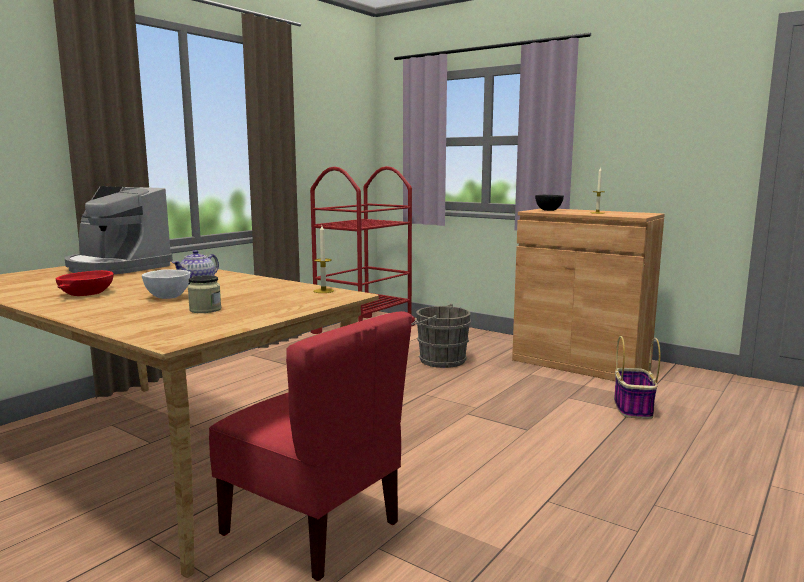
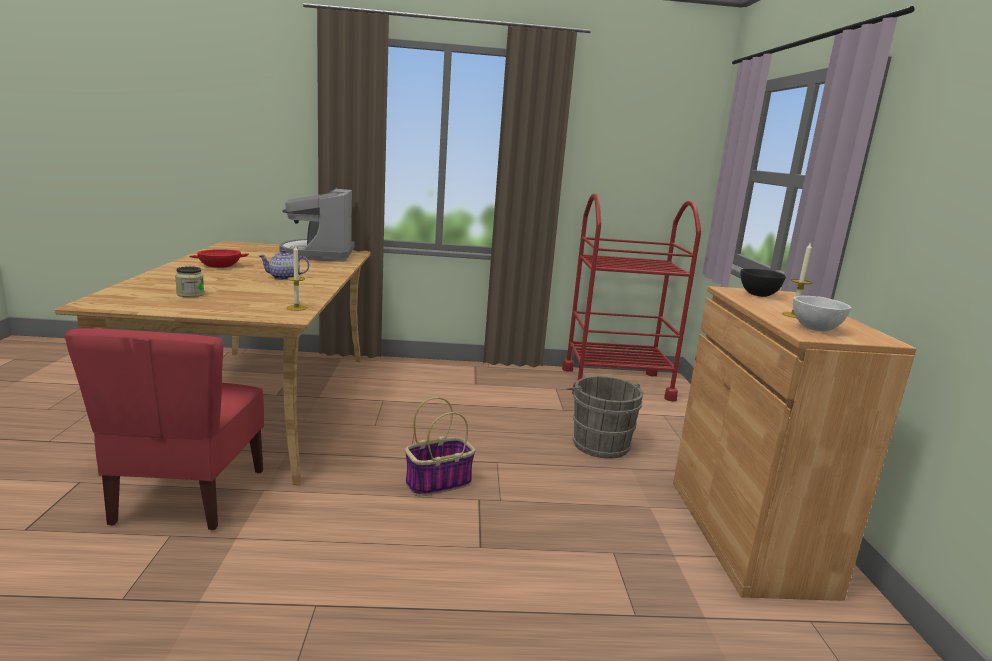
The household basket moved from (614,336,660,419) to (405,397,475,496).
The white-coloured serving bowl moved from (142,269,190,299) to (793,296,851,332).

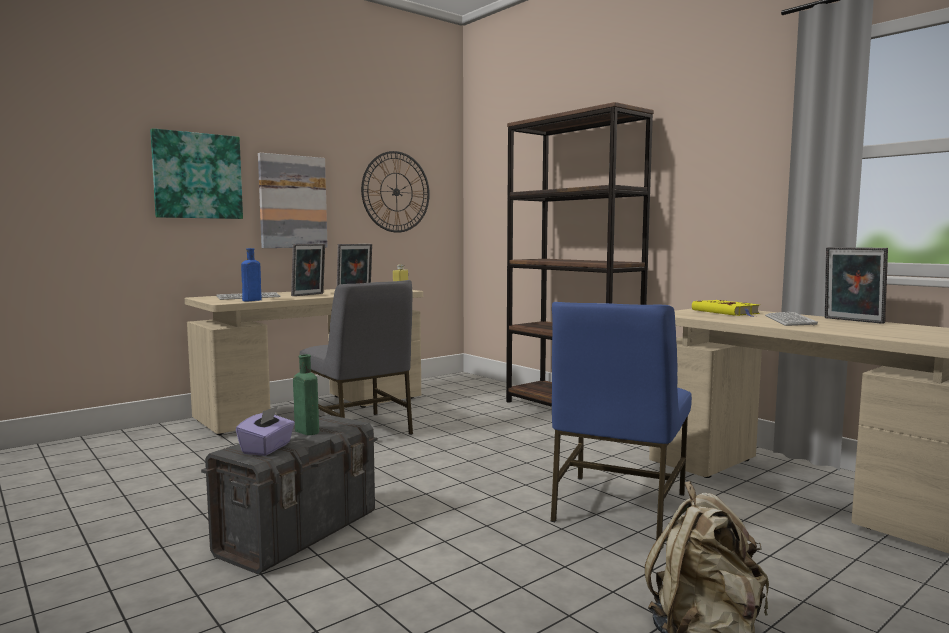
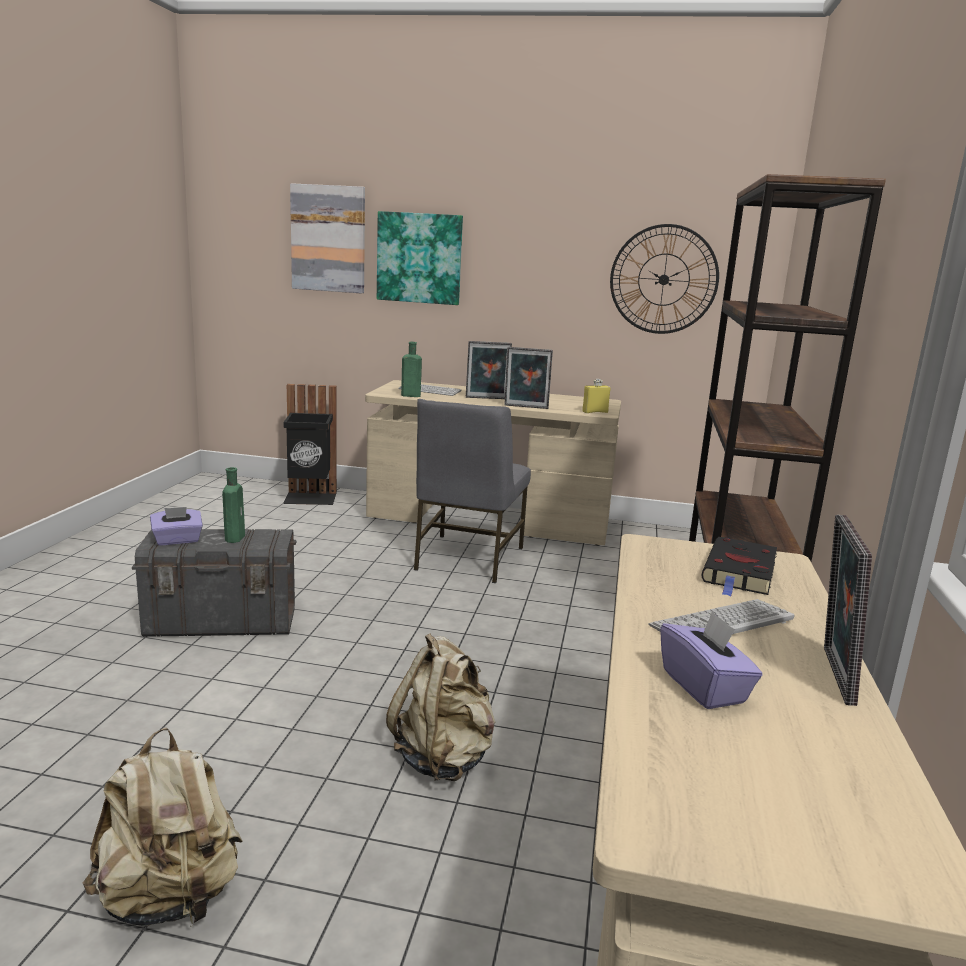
The black trash can at (283,384,337,505) appeared.
The picture moved from (258,153,328,248) to (290,183,365,293).
The blue-coloured chair at (551,302,692,541) was replaced by the sand-coloured backpack at (386,633,496,781).
The blue-coloured drink bottle at (241,248,261,301) became the green drink bottle at (401,342,422,397).
The purplish tissue box at (660,611,763,709) appeared.
The yellow bound book at (692,300,760,317) became the black bound book at (702,537,777,597).

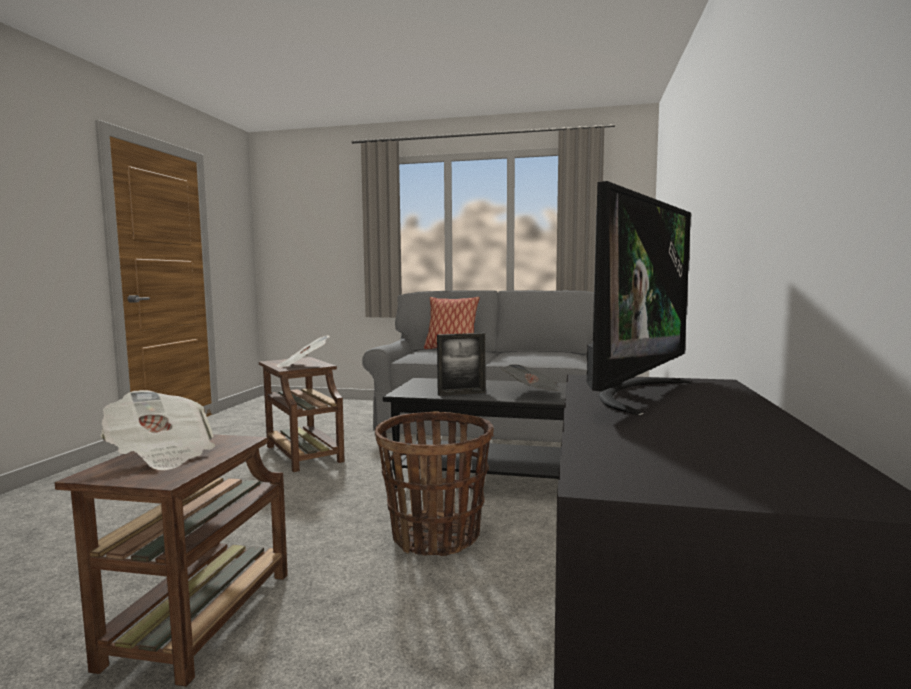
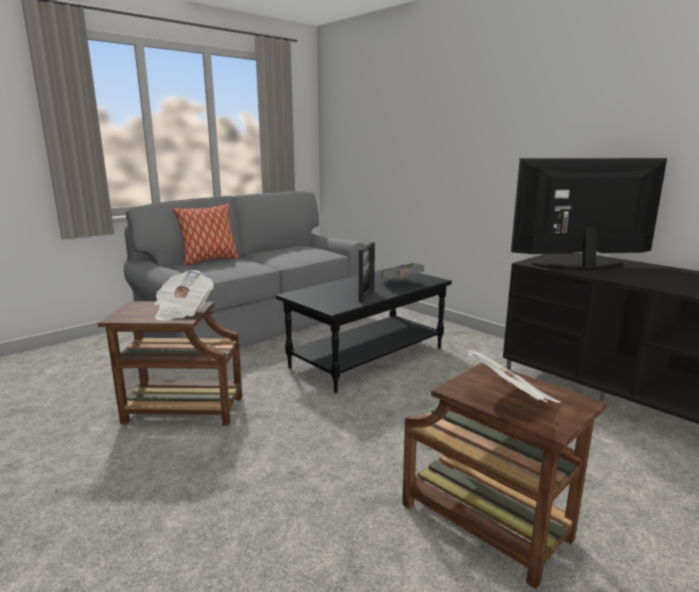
The TV at (587,181,691,415) turned 75 degrees counterclockwise.
The household basket at (375,412,494,556) disappeared.

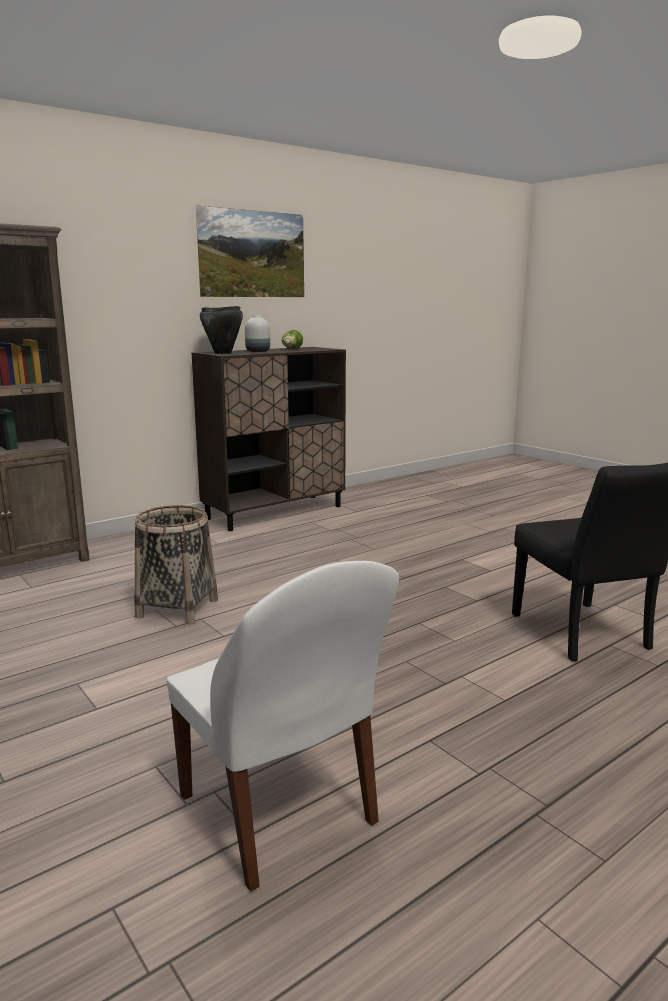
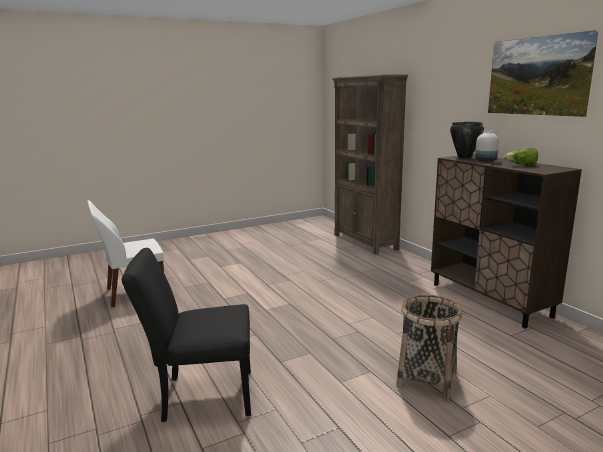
The household basket moved from (135,505,218,625) to (396,295,462,399).

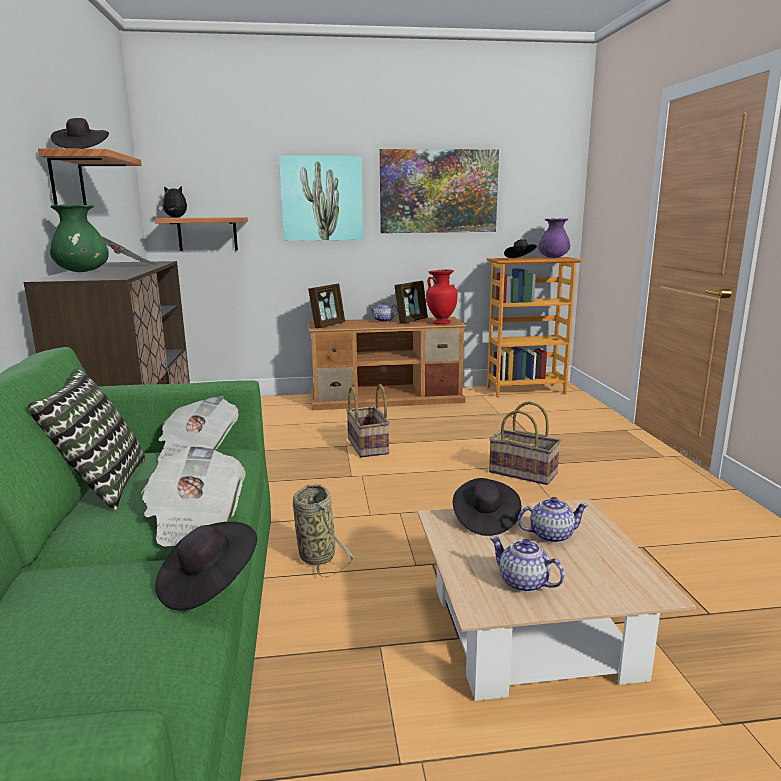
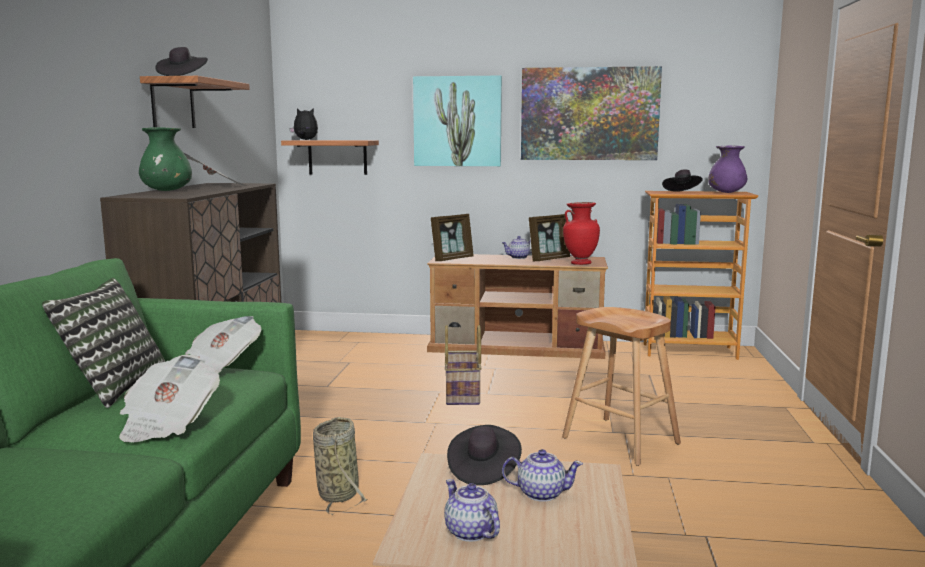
The household basket at (489,401,561,485) was replaced by the brownish stool at (562,307,681,466).
The black clothing hat at (155,522,257,611) disappeared.

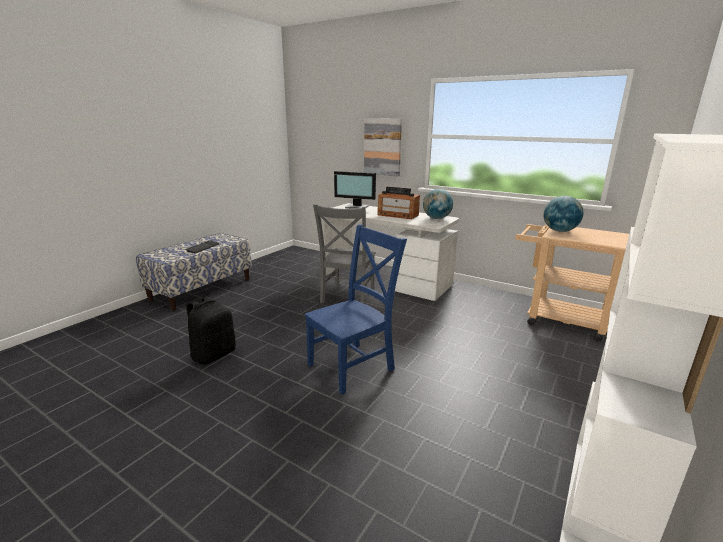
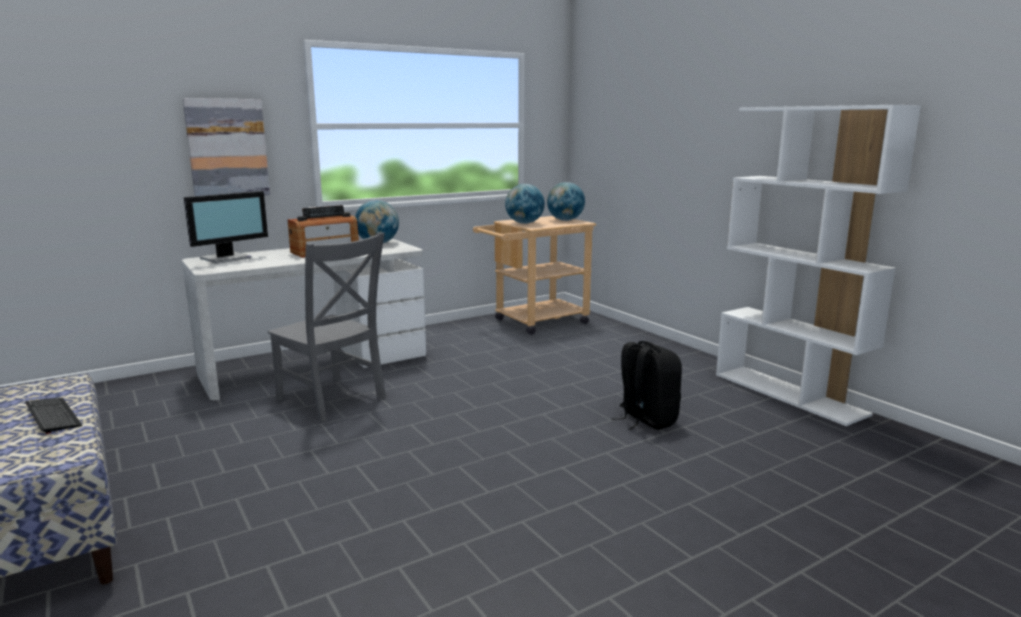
The desk globe at (547,182,585,221) appeared.
The black backpack moved from (187,296,236,365) to (612,341,682,430).
The blue-coloured chair at (304,224,407,394) disappeared.

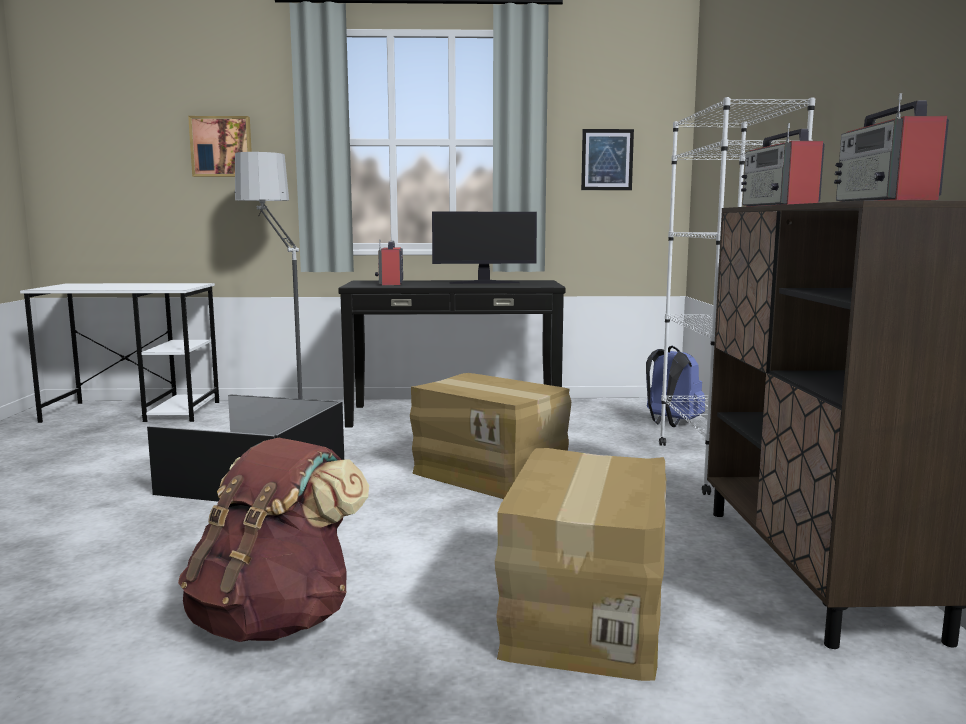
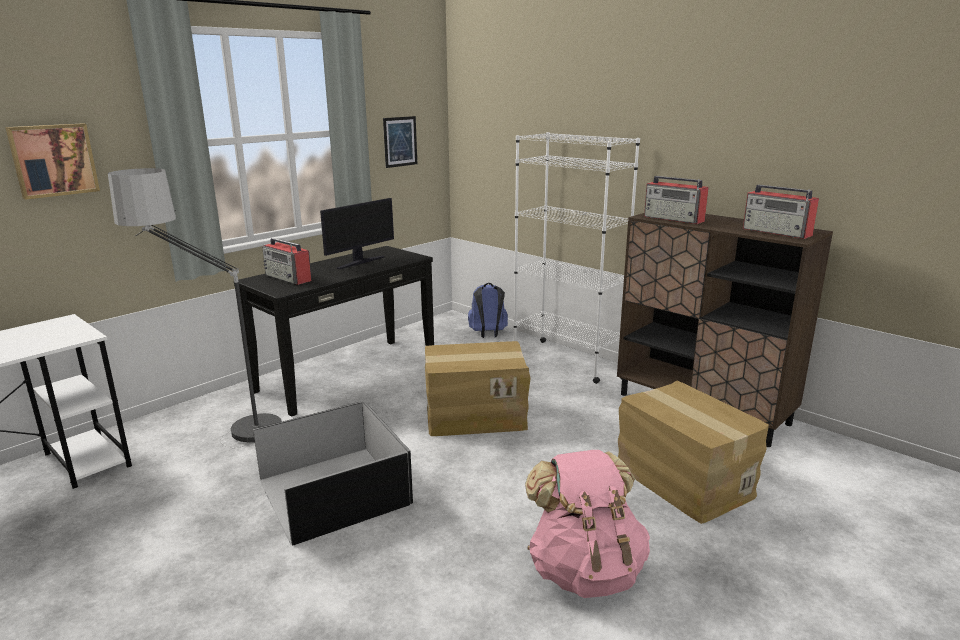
The brownish backpack at (178,438,369,642) became the pink-coloured backpack at (525,450,650,598).

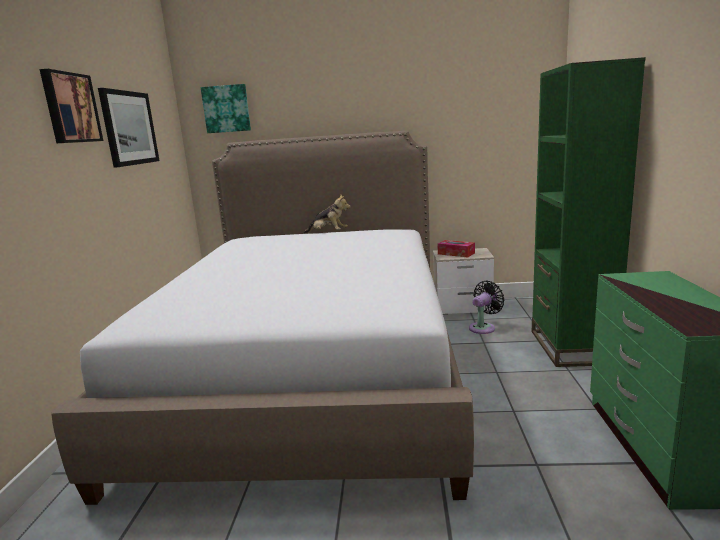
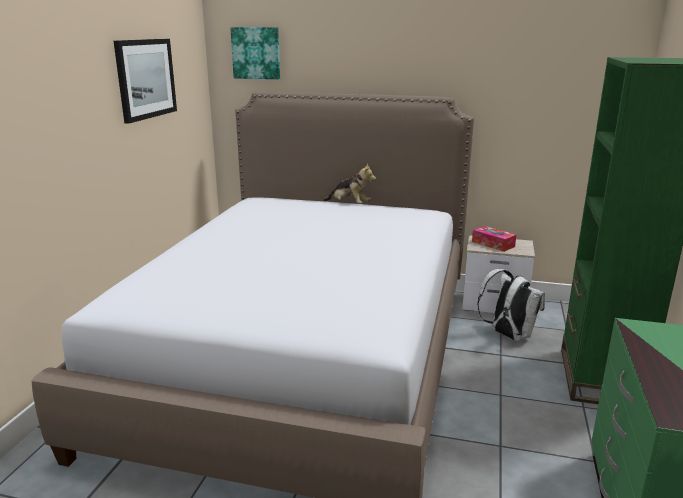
The black fan at (469,280,505,334) was replaced by the white-coloured backpack at (477,269,545,341).
The picture at (40,69,103,143) disappeared.

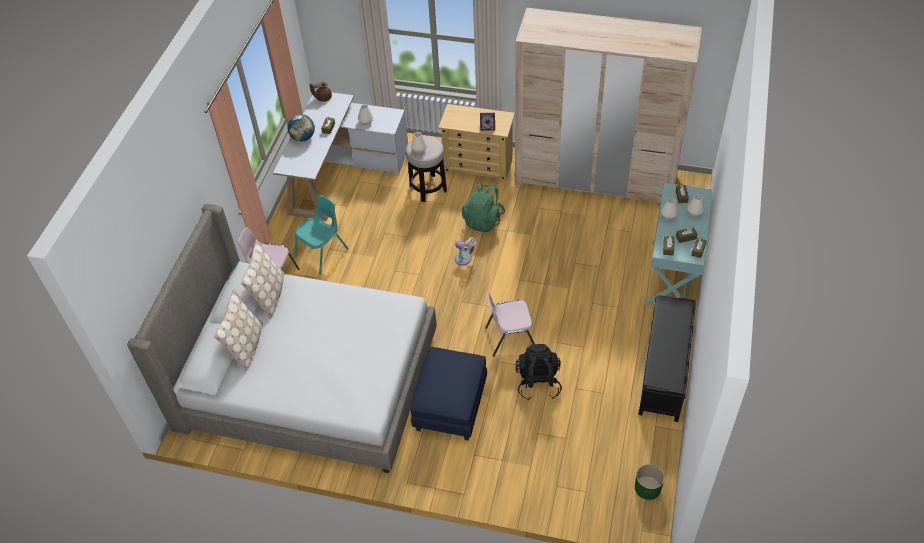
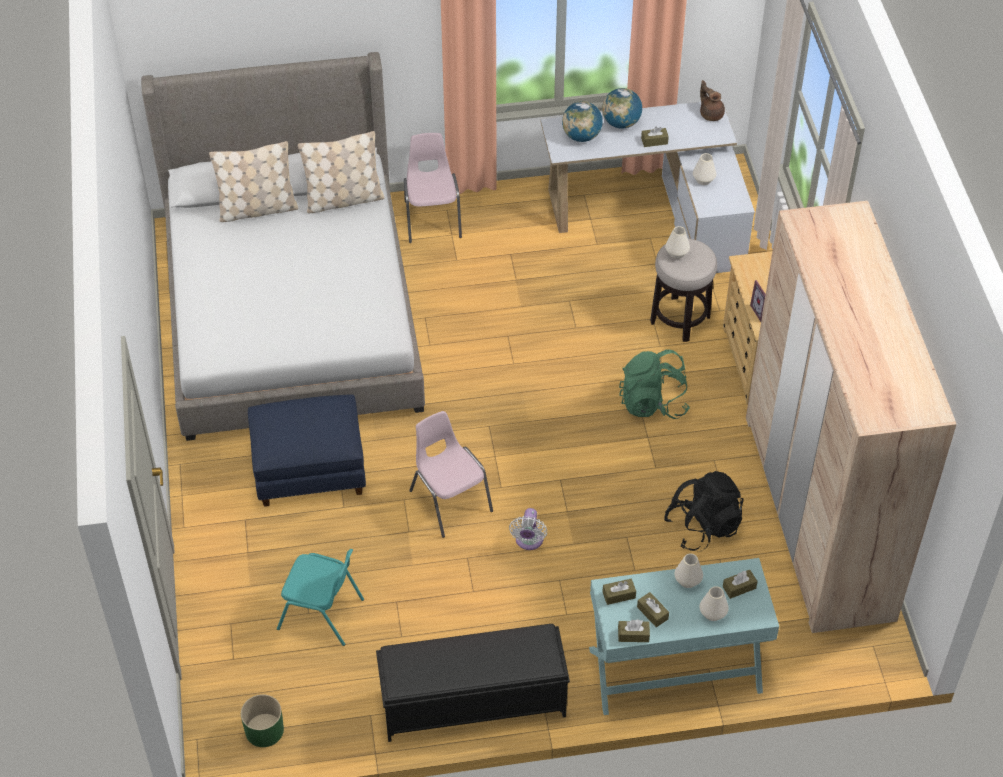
The turquoise chair moved from (295,195,348,274) to (277,549,364,646).
The white-coloured fan moved from (455,238,477,265) to (509,508,547,550).
The desk globe at (562,101,603,142) appeared.
The black backpack moved from (516,344,562,400) to (664,471,743,551).

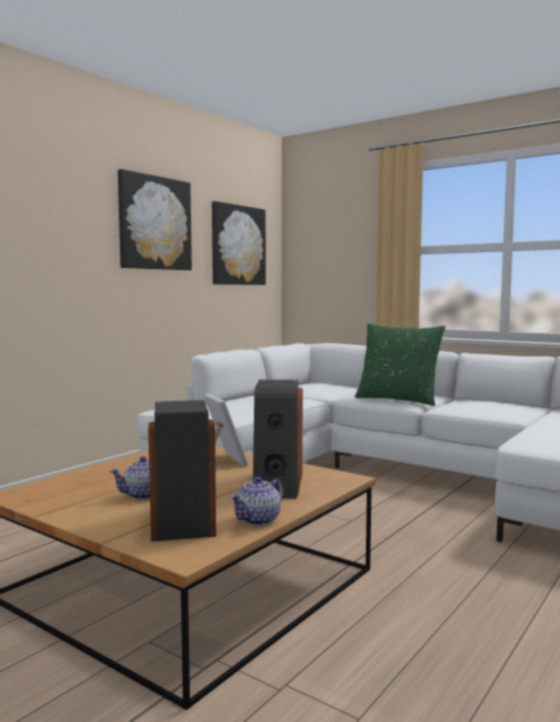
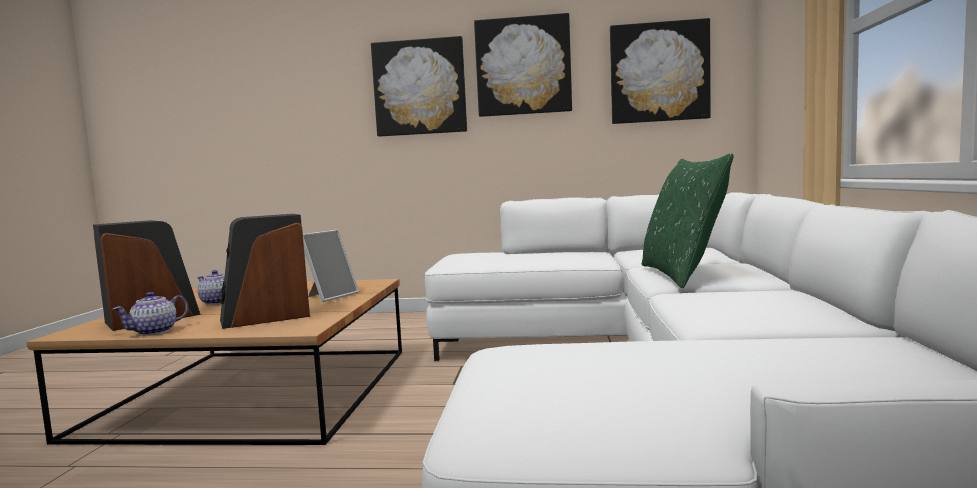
The tea pot at (230,476,284,526) turned 60 degrees counterclockwise.
The picture at (371,36,467,137) appeared.

